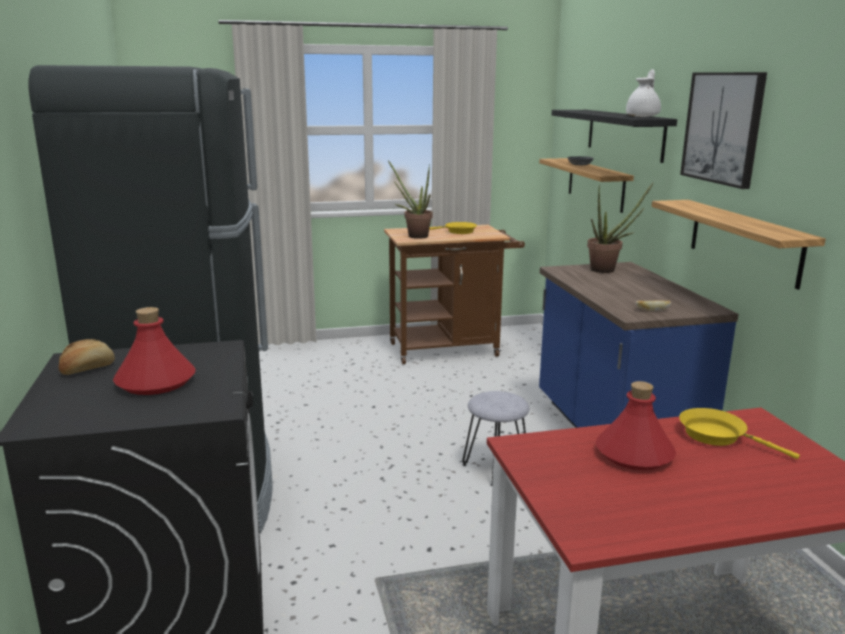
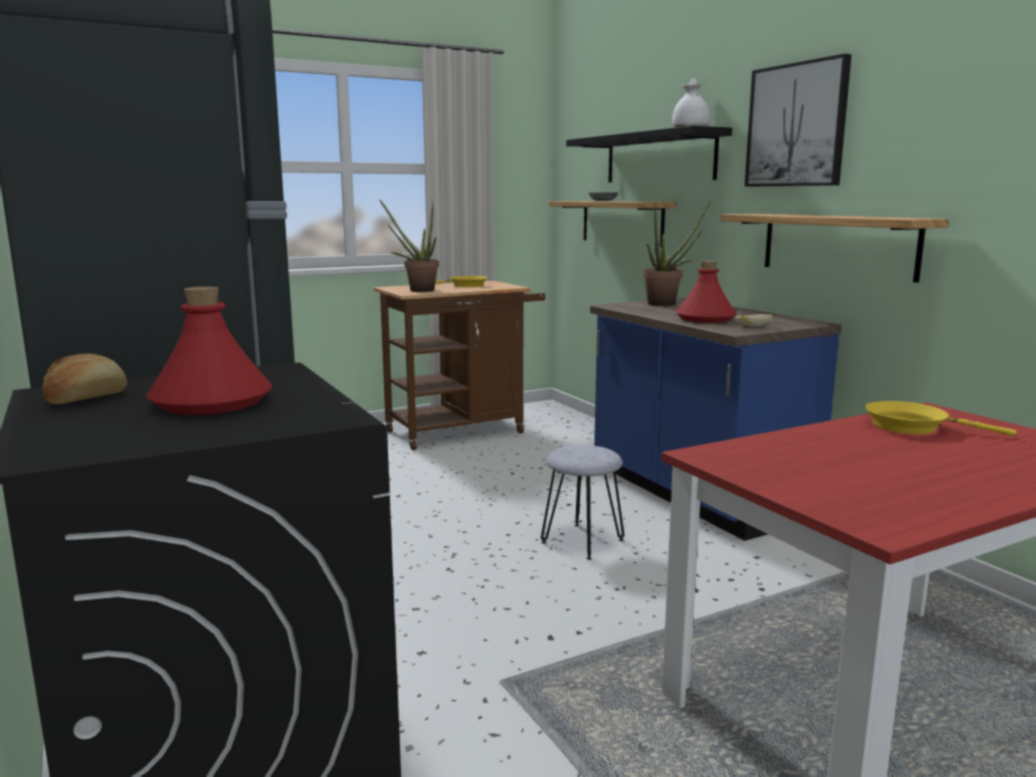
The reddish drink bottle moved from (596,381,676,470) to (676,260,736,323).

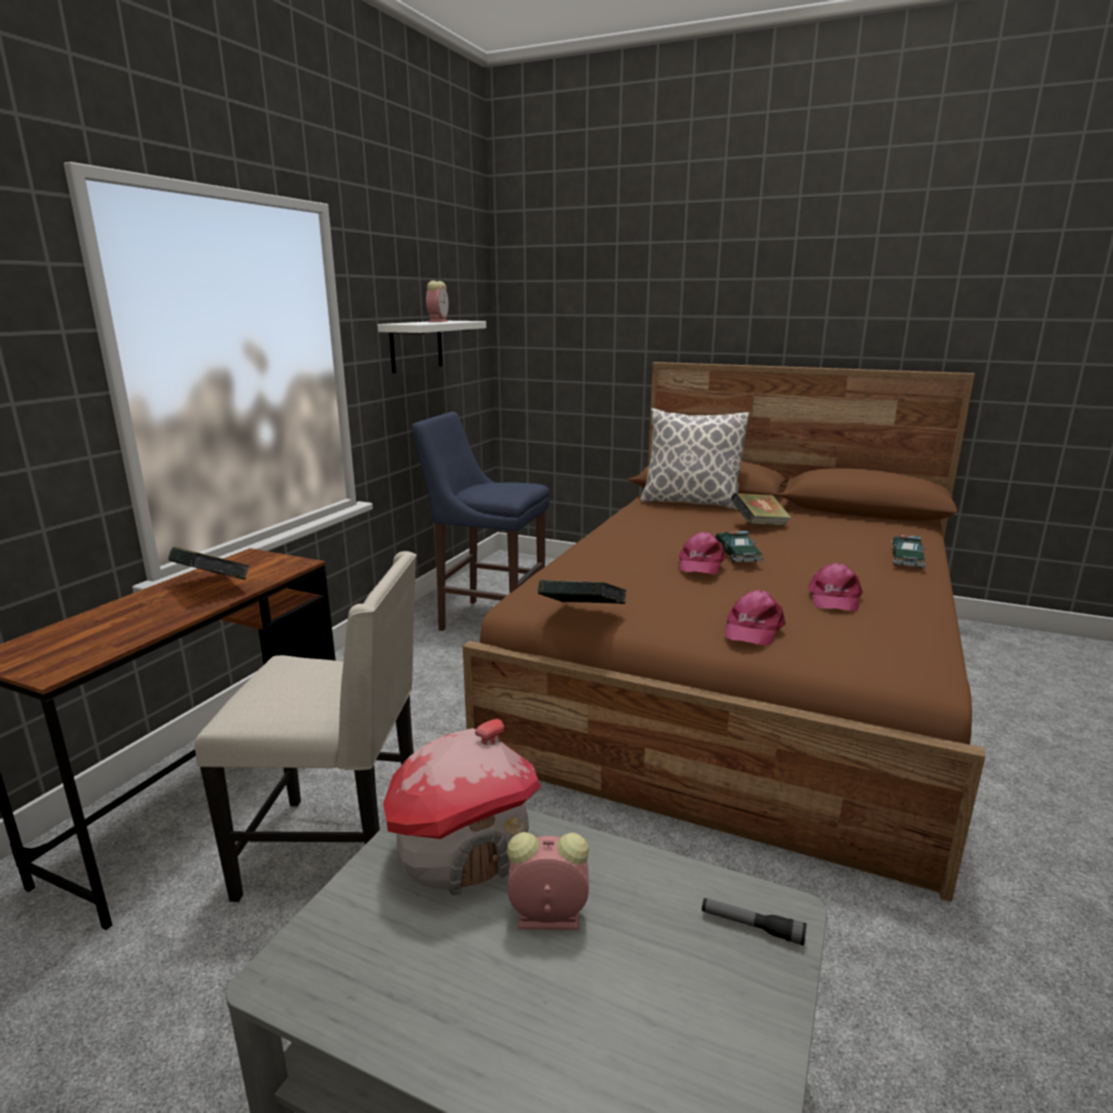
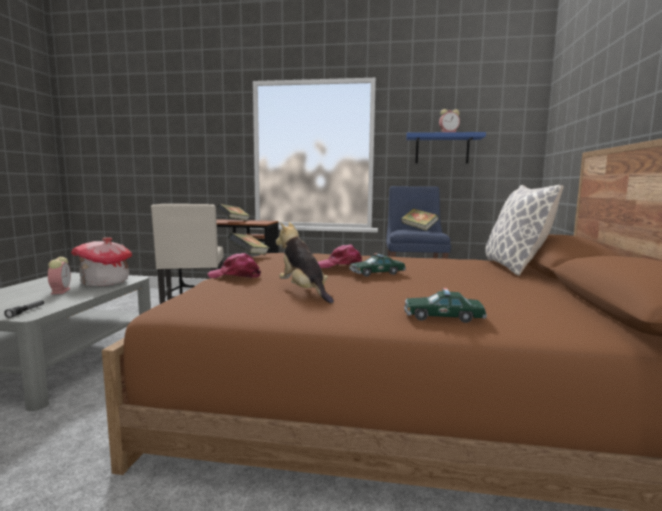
The pink-coloured baseball cap at (808,562,863,612) was replaced by the cuddly toy at (276,222,334,303).
The bound book moved from (731,493,792,526) to (401,208,439,231).
The white-coloured shelf at (378,321,486,373) became the blue-coloured shelf at (406,132,486,164).

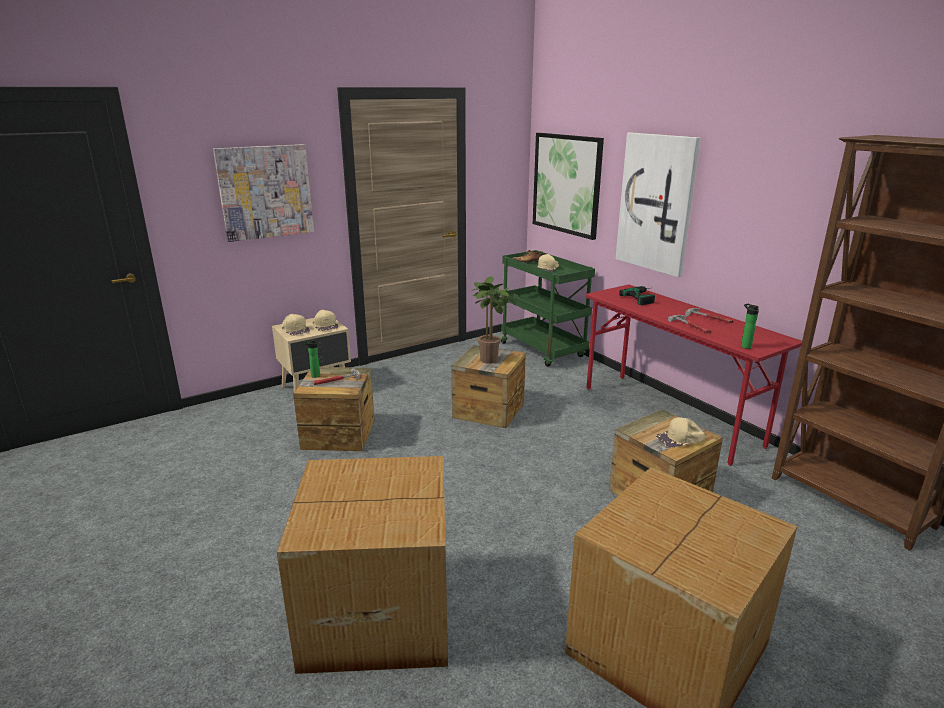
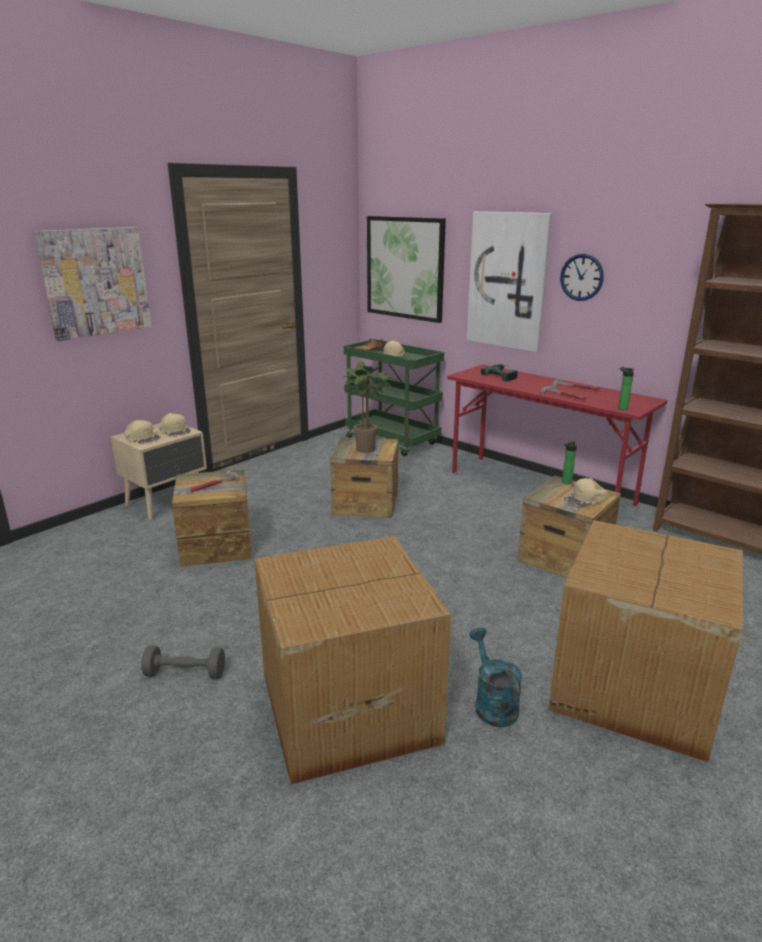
The grey dumbbell at (141,646,225,679) appeared.
The turquoise watering can at (469,628,522,727) appeared.
The clock on the wall at (560,254,604,301) appeared.
The drink bottle moved from (303,339,320,378) to (562,441,577,484).

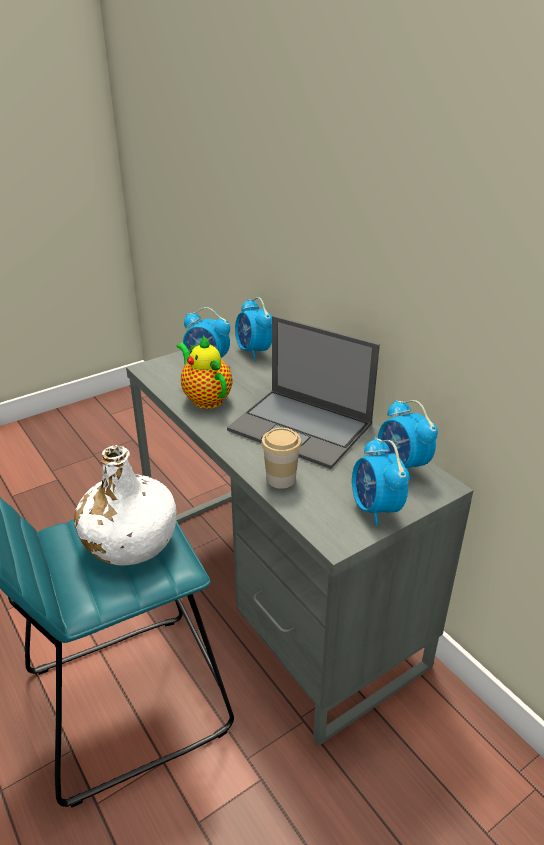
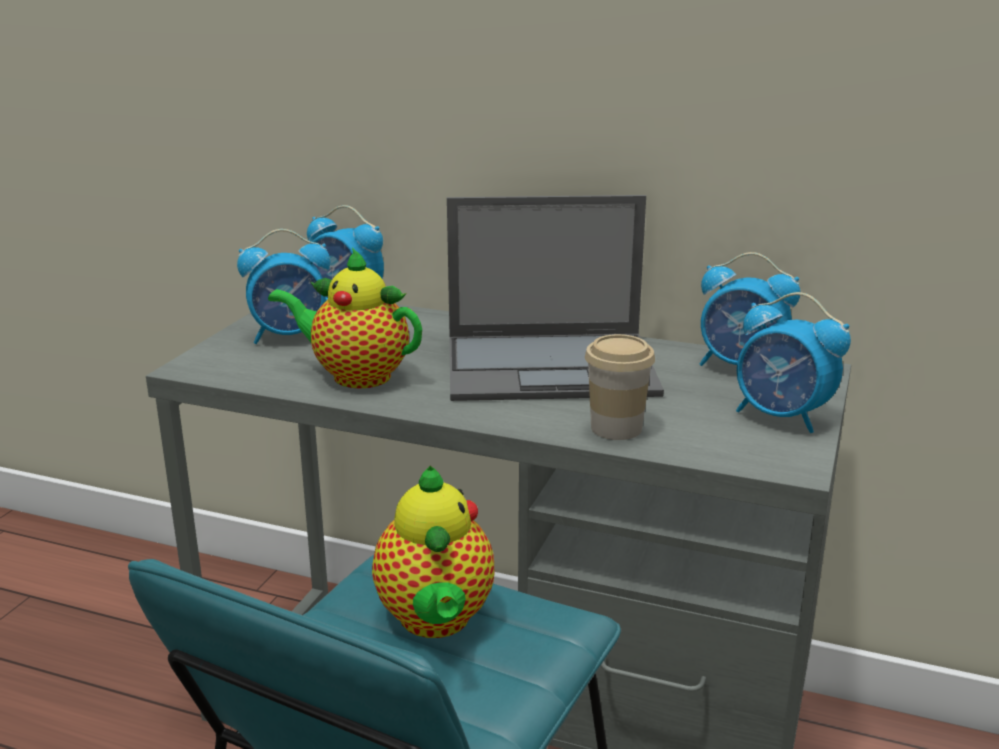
The white-coloured drink bottle at (74,445,176,565) was replaced by the tea pot at (372,466,494,638).

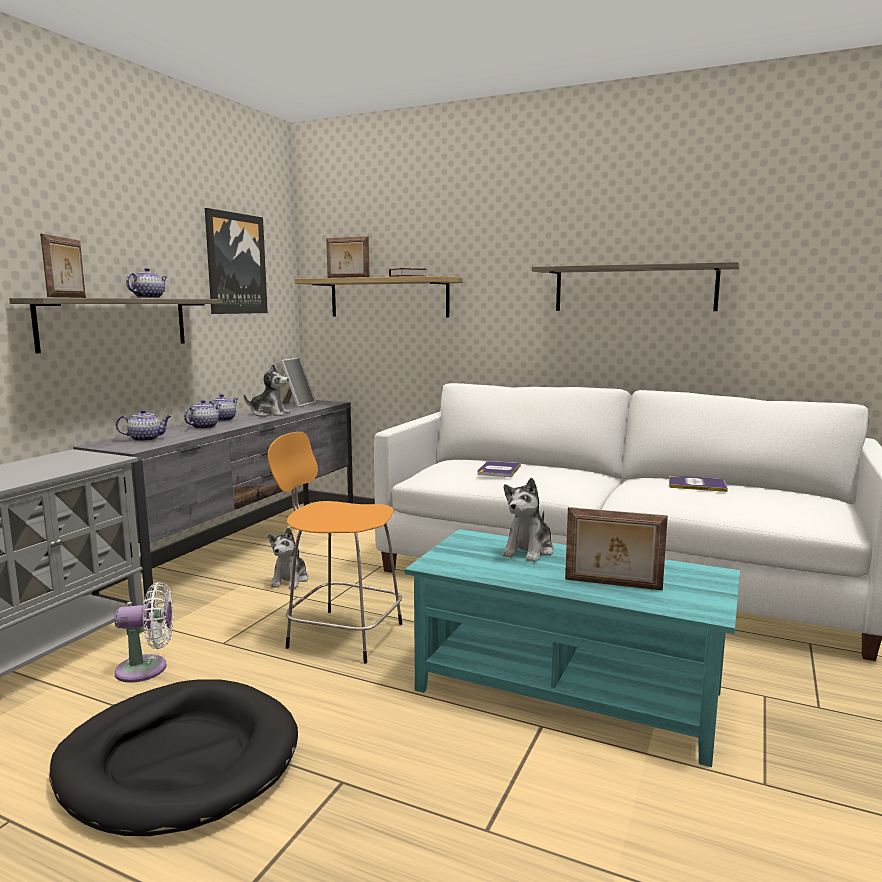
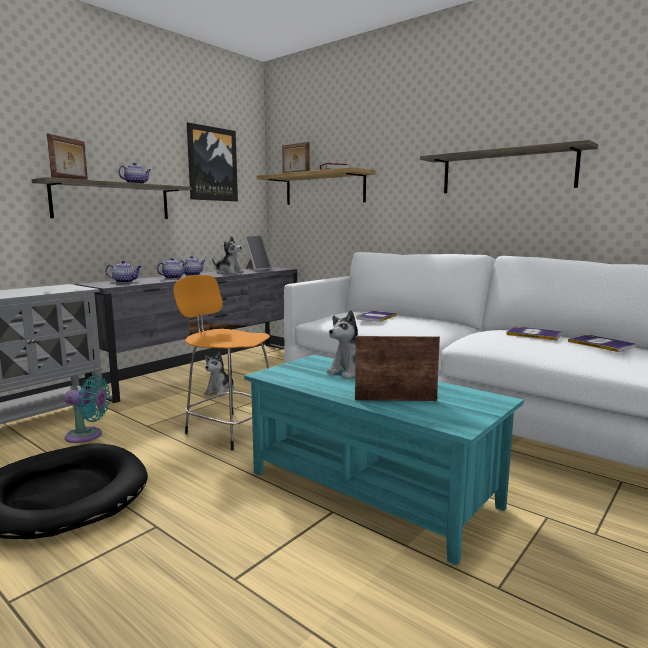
The white-coloured fan at (115,582,173,683) became the turquoise fan at (64,375,110,443).
The standing frame at (565,507,668,591) turned 150 degrees clockwise.
The bound book at (568,335,635,352) appeared.

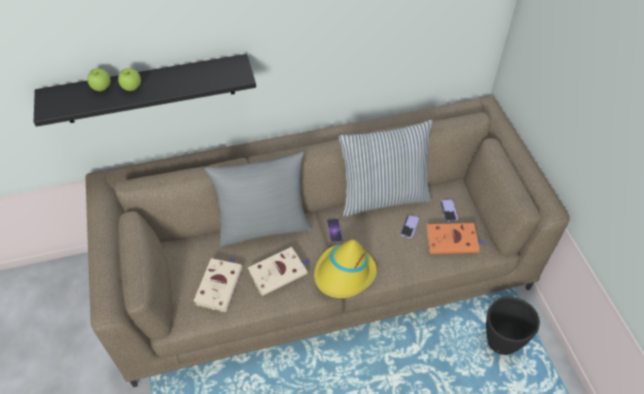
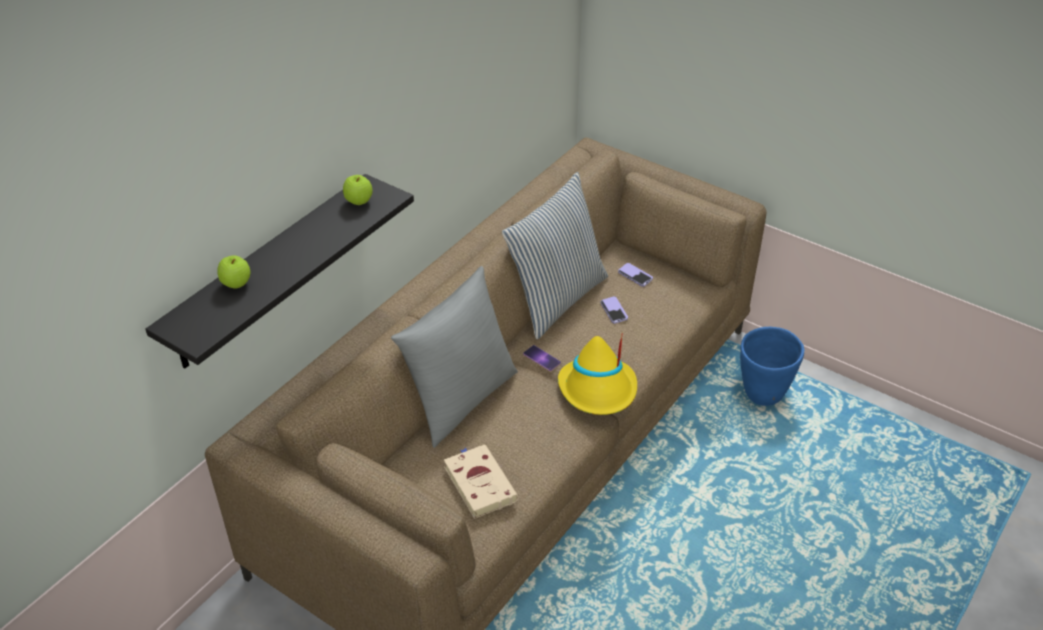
The apple fruit moved from (118,68,141,91) to (343,175,373,205).
The black planter at (486,297,540,355) became the blue-coloured planter at (740,327,804,406).
The sand-coloured bound book at (248,247,310,296) disappeared.
The orange bound book at (426,223,485,254) disappeared.

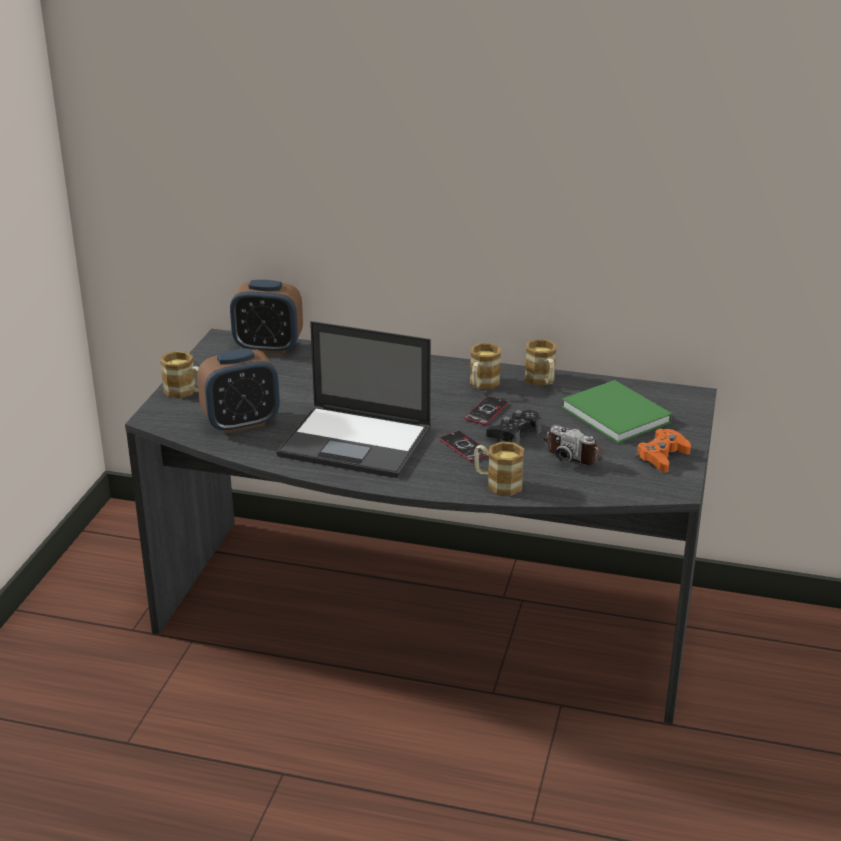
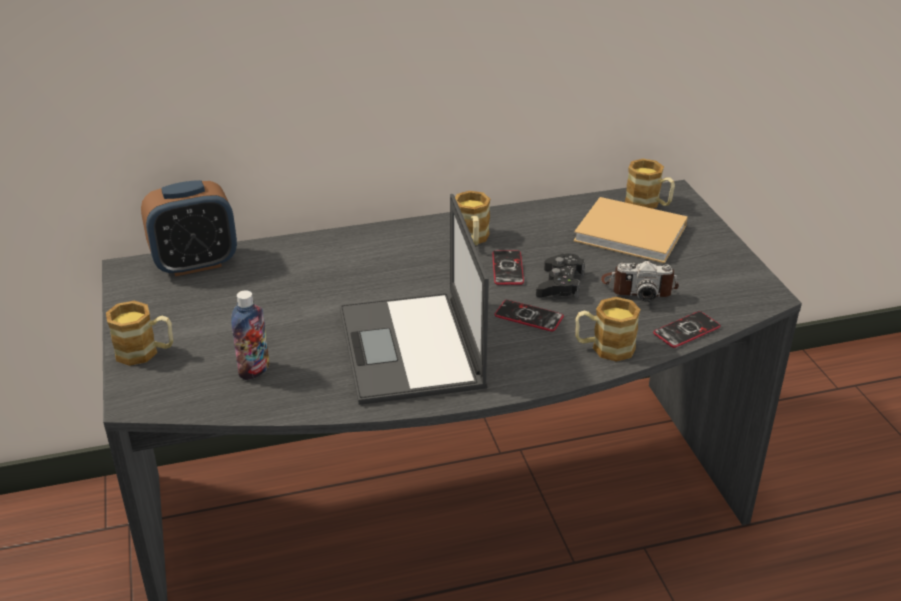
The table clock at (197,349,280,433) was replaced by the drink bottle at (231,290,270,380).
The portable computer at (276,321,431,478) turned 90 degrees clockwise.
The green bound book at (562,380,672,443) became the sand-coloured bound book at (574,197,688,263).
The tea mug moved from (525,339,556,385) to (625,159,675,209).
The telephone at (653,311,721,348) appeared.
The orange gamepad at (636,428,691,473) disappeared.

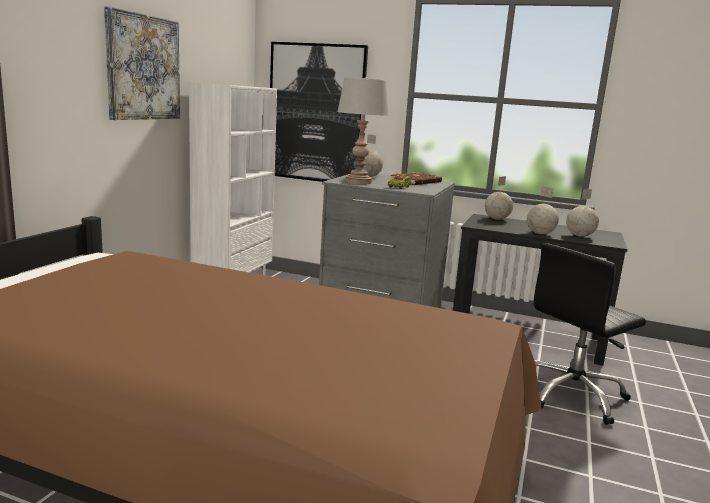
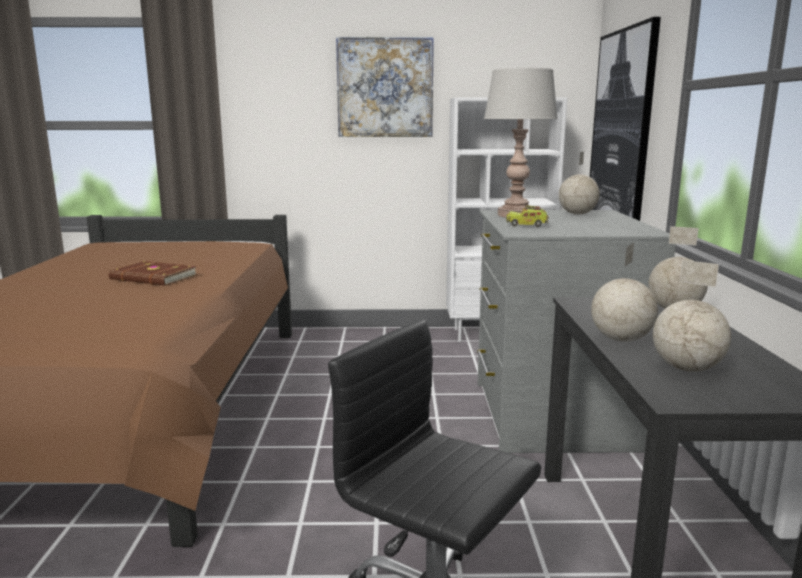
The brownish bound book moved from (391,172,442,185) to (109,261,197,286).

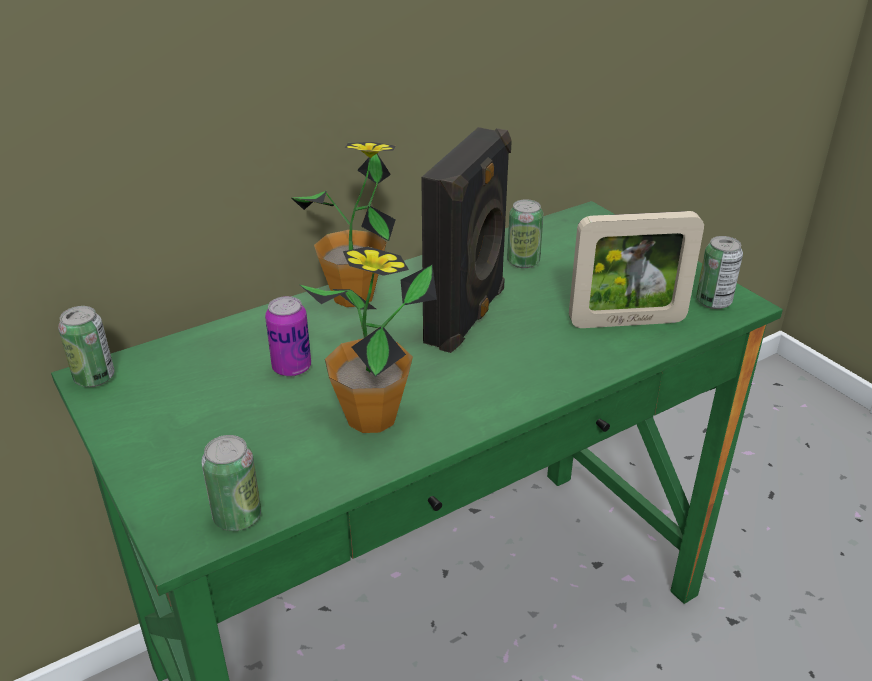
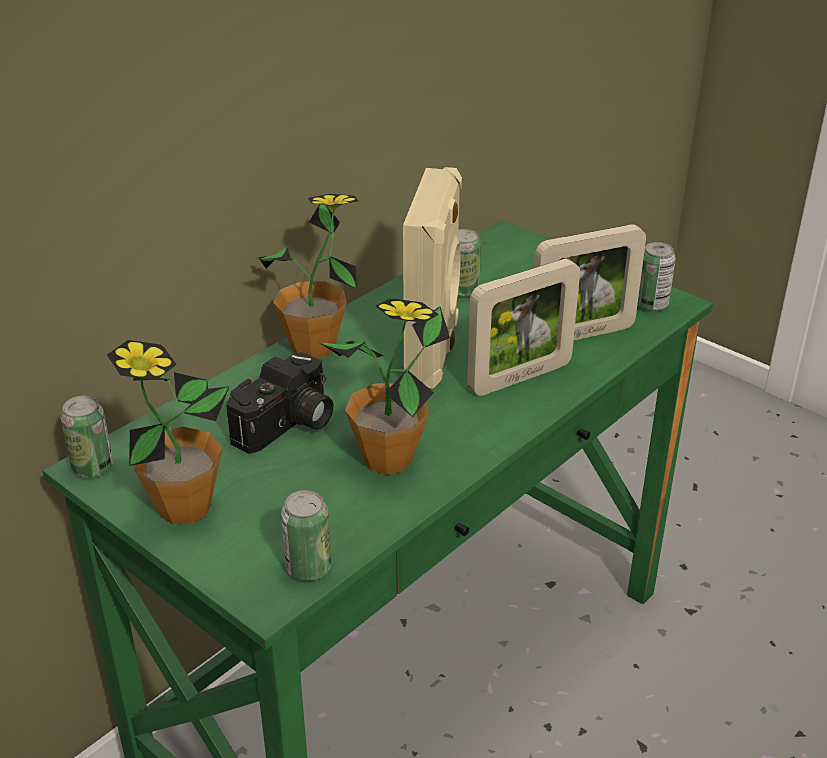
The houseplant at (107,340,229,524) appeared.
The can at (265,296,311,377) was replaced by the photo camera at (226,352,333,454).
The black loudspeaker at (421,127,512,353) became the sand-coloured loudspeaker at (403,167,462,389).
The standing frame at (467,259,580,396) appeared.

